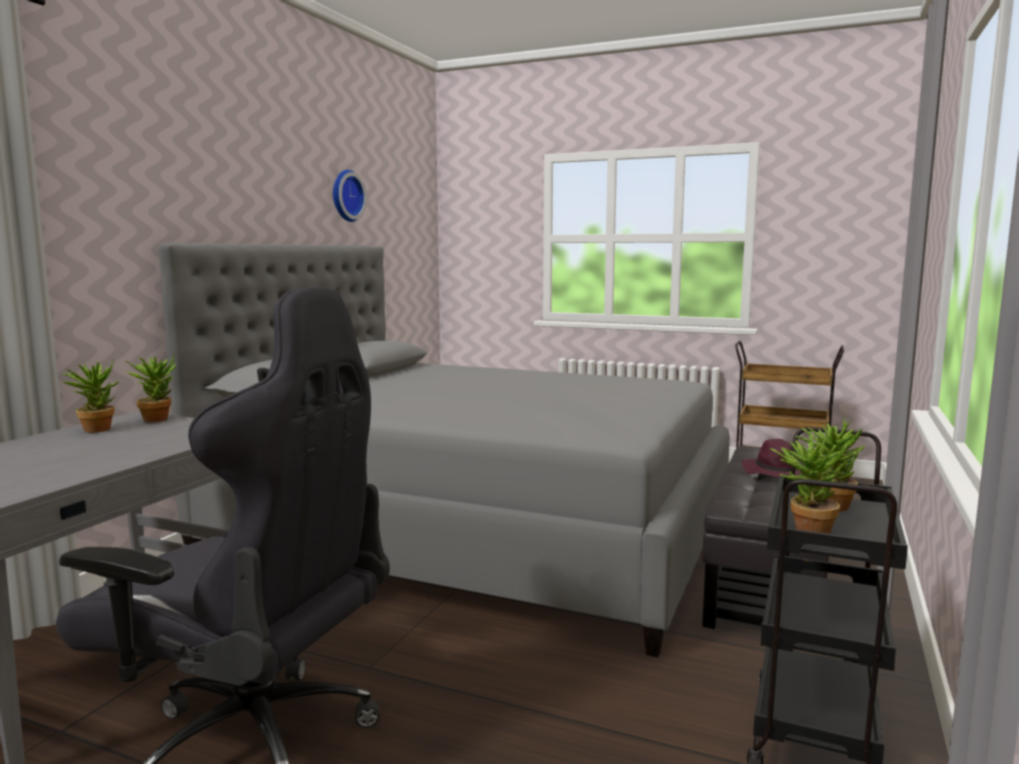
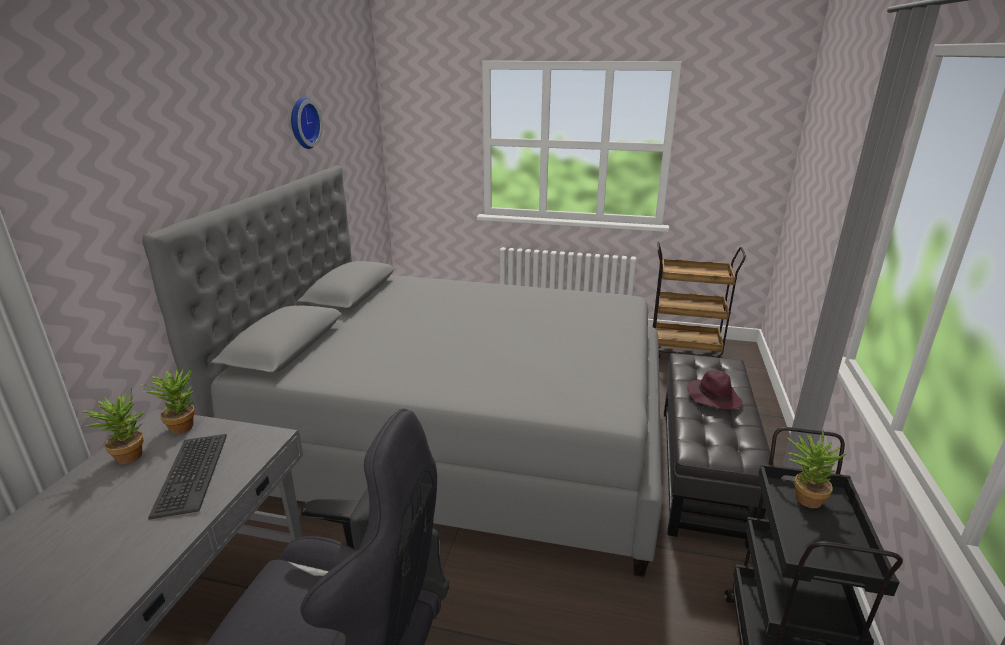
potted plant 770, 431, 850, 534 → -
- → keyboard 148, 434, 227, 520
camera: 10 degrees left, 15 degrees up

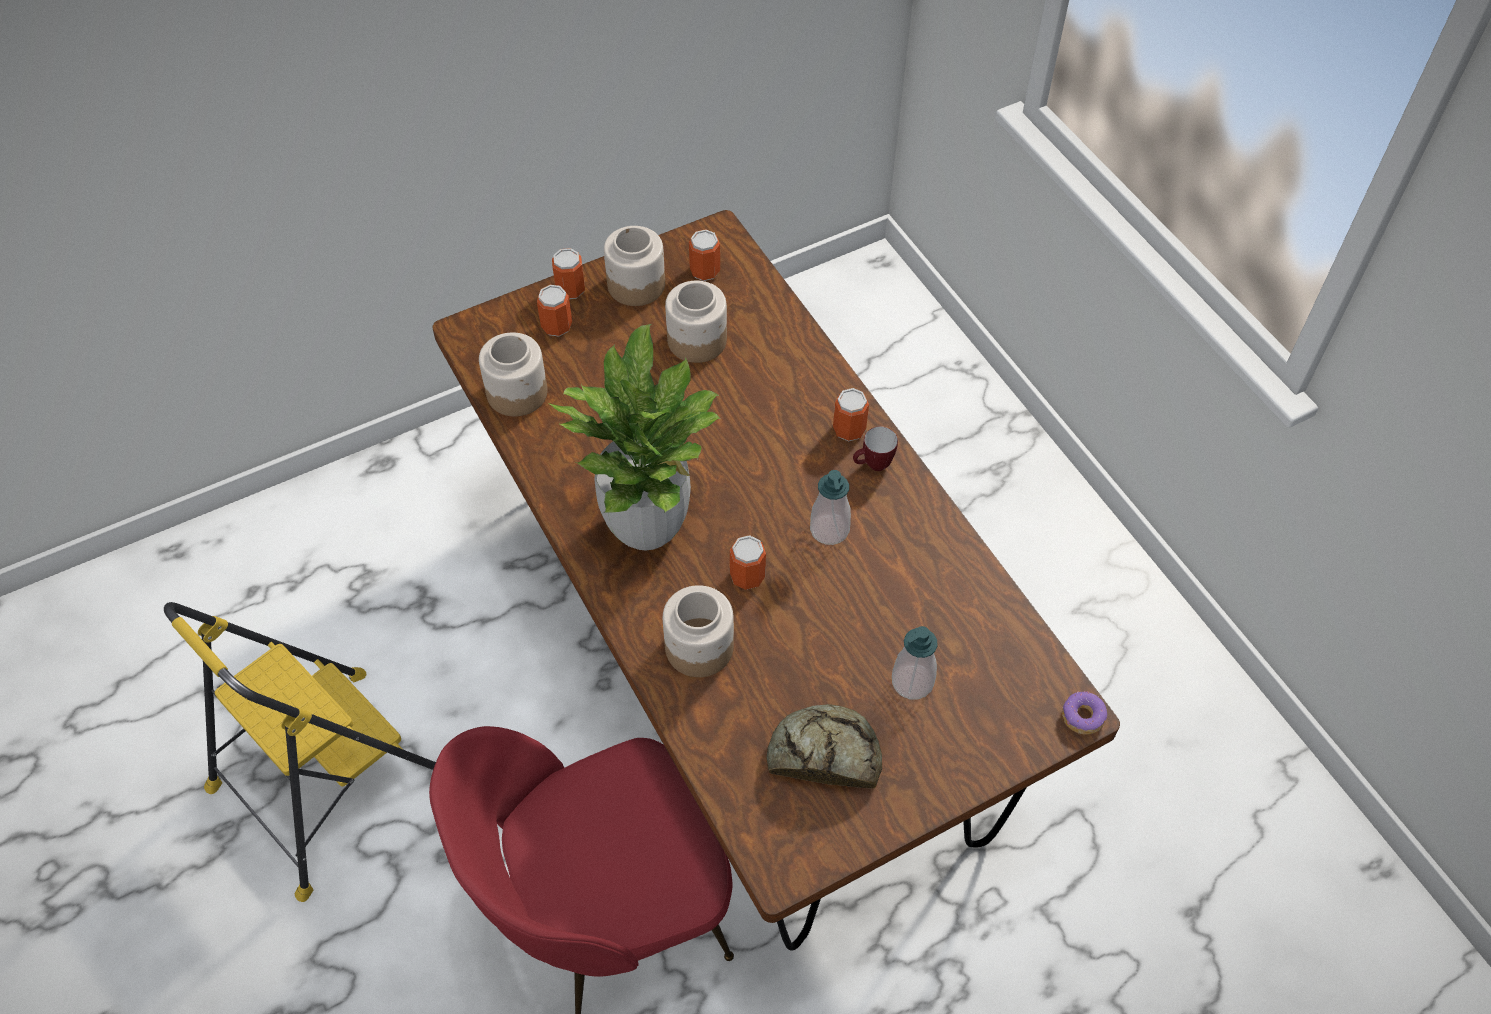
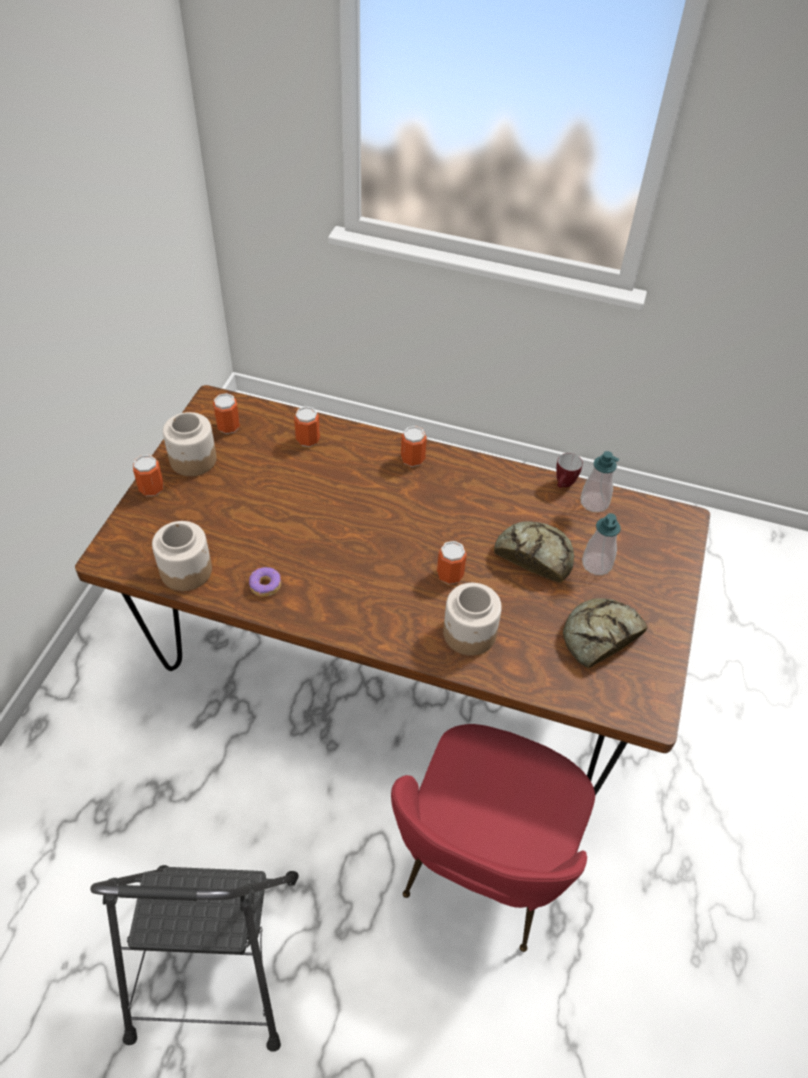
yellow step ladder 164, 602, 436, 902 → black step ladder 90, 865, 299, 1052
can 537, 285, 572, 337 → can 294, 406, 320, 447, shifted
potted plant 549, 324, 720, 551 → -
jar 665, 281, 727, 363 → -
soap dispenser 810, 470, 851, 545 → soap dispenser 581, 451, 619, 512, shifted
mug 853, 427, 898, 471 → mug 556, 453, 583, 488, shifted
donut 1062, 691, 1107, 735 → donut 249, 567, 281, 597, shifted
- → bread 494, 521, 574, 583
camera: 45 degrees left, 5 degrees down

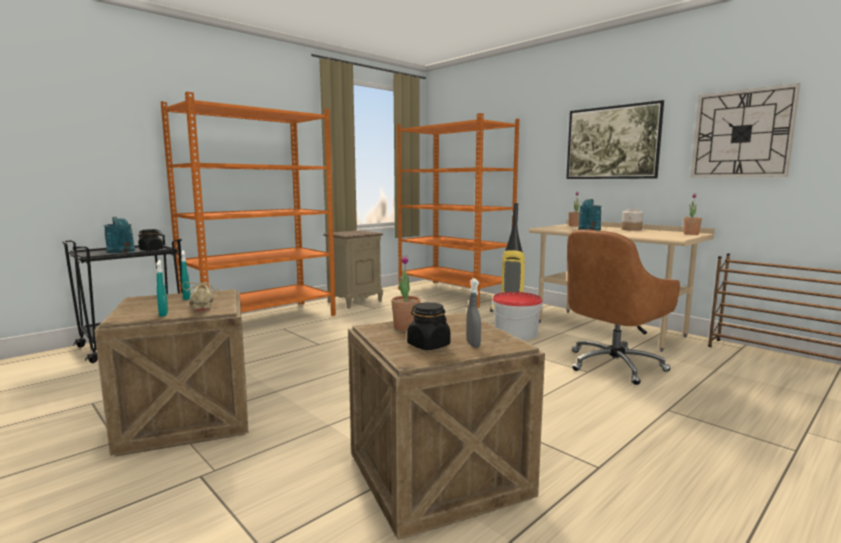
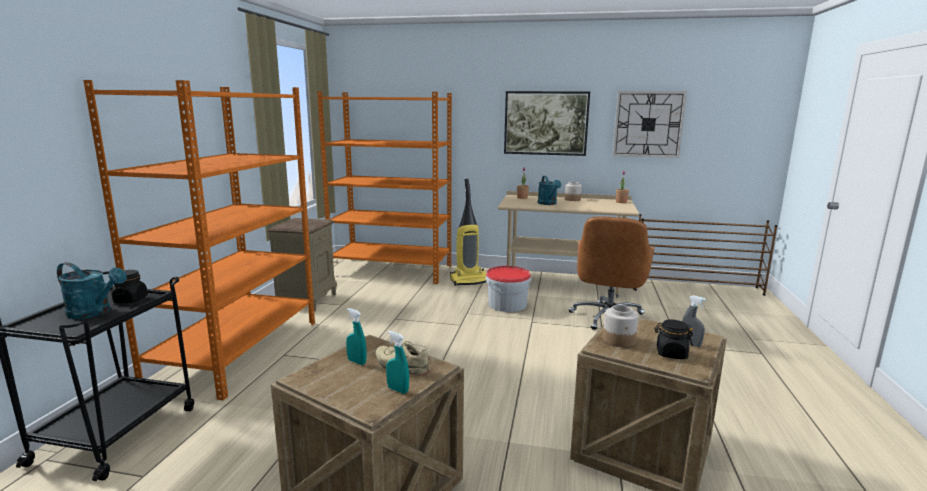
potted plant 391, 255, 421, 331 → jar 603, 305, 638, 347
camera: 35 degrees left, 5 degrees up

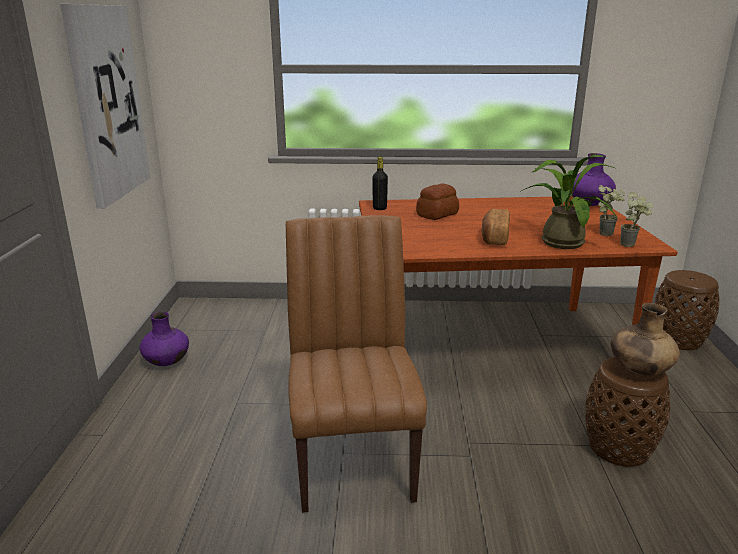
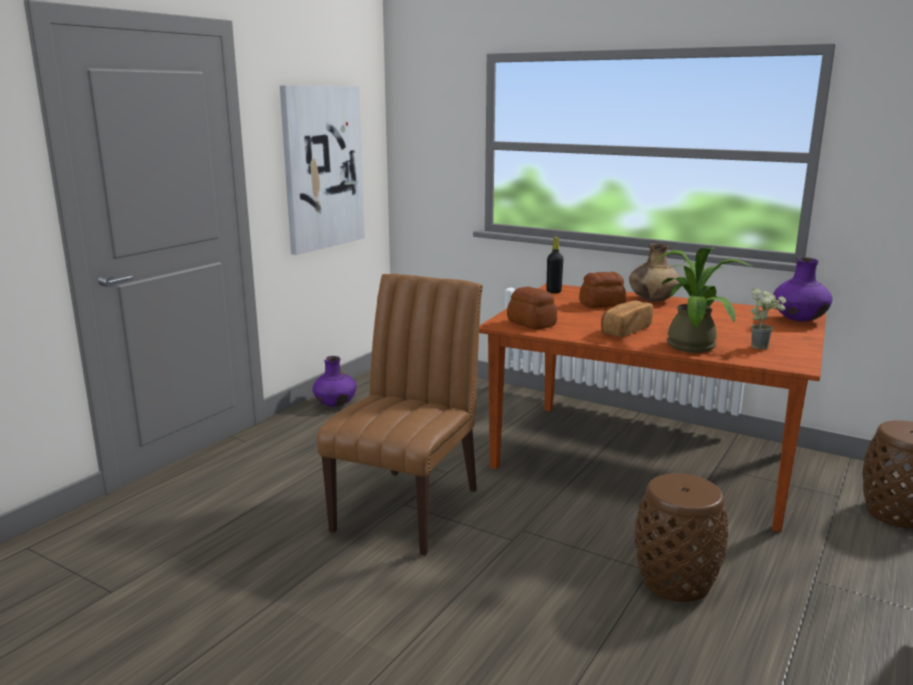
brown vase 611, 303, 680, 376 → brown vase 629, 243, 680, 302, shifted
potted plant 620, 192, 653, 247 → -
- → bread 507, 287, 557, 329
camera: 30 degrees right, 5 degrees down

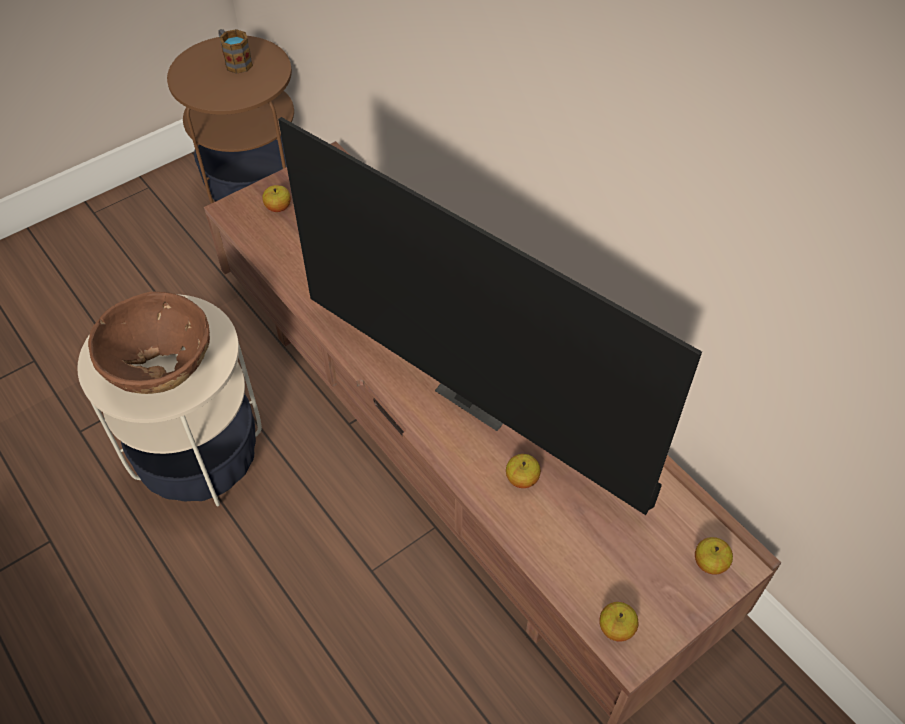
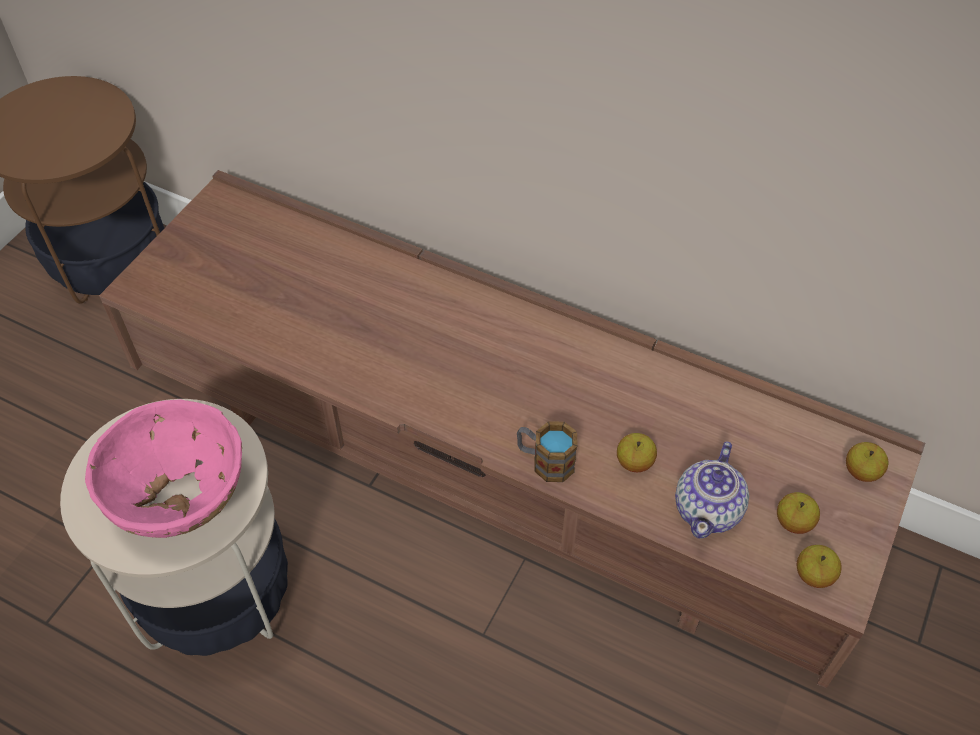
brown bowl 88, 292, 210, 394 → pink bowl 85, 399, 242, 538
mug 218, 29, 253, 74 → mug 517, 421, 578, 482, shifted
apple 262, 185, 291, 212 → apple 777, 492, 820, 534, shifted
television 278, 117, 702, 515 → -
- → teapot 675, 442, 749, 538
camera: 25 degrees left, 0 degrees up

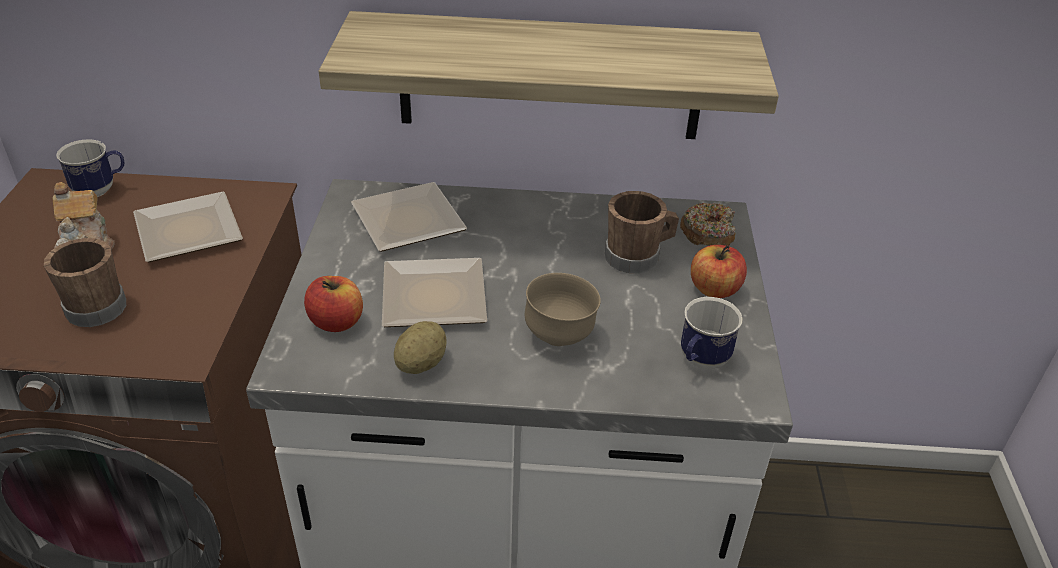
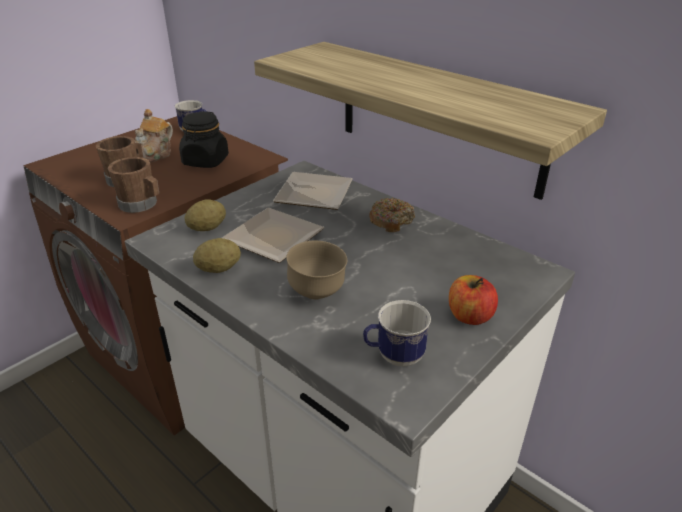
plate 133, 192, 243, 262 → black jar 179, 111, 229, 168
apple 304, 276, 363, 332 → potato 185, 199, 226, 231
brown mug 605, 191, 679, 273 → brown mug 108, 157, 159, 213, shifted
donut 680, 203, 736, 246 → donut 369, 198, 415, 232, shifted
camera: 40 degrees right, 5 degrees down

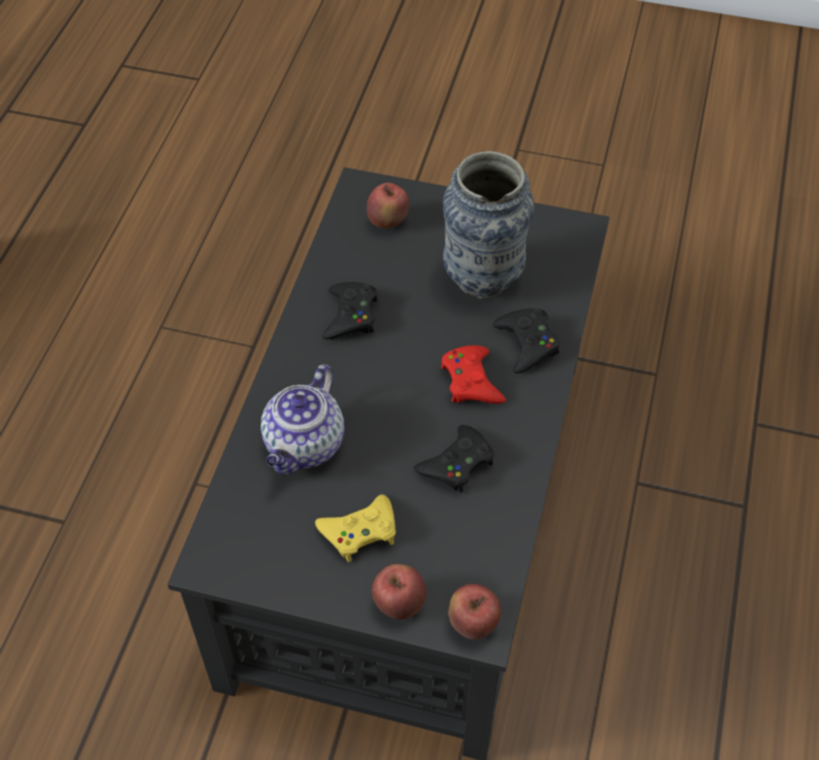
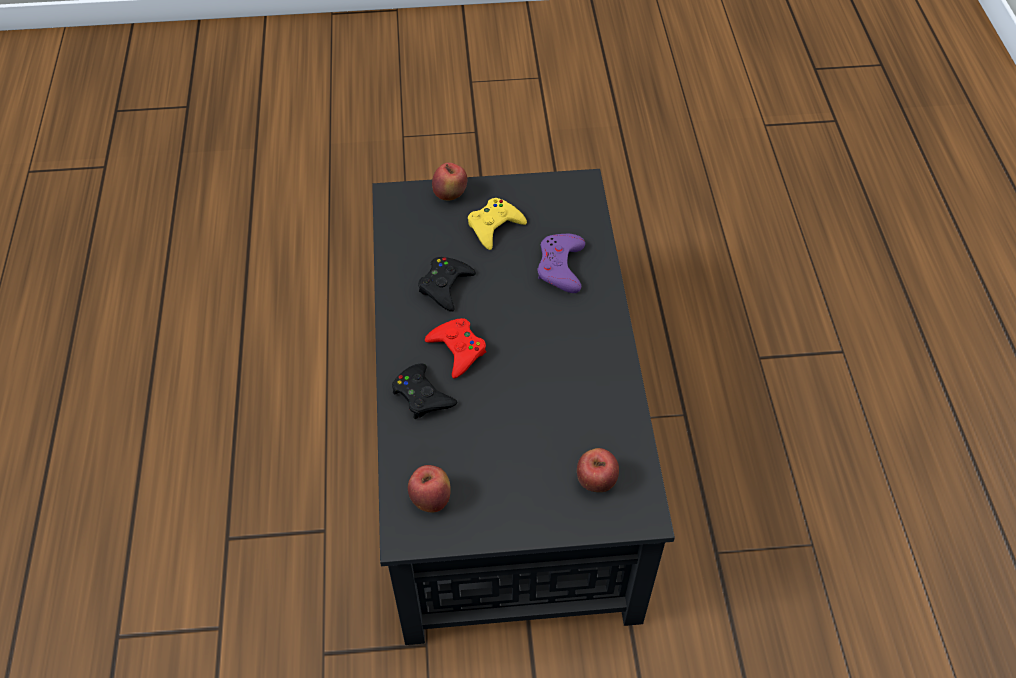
teapot 261, 364, 344, 474 → purple game controller 538, 234, 585, 293
black game controller 322, 282, 377, 339 → -
vase 443, 151, 534, 298 → -
apple 448, 584, 501, 640 → apple 408, 465, 451, 513, shifted
camera: 160 degrees right, 0 degrees up

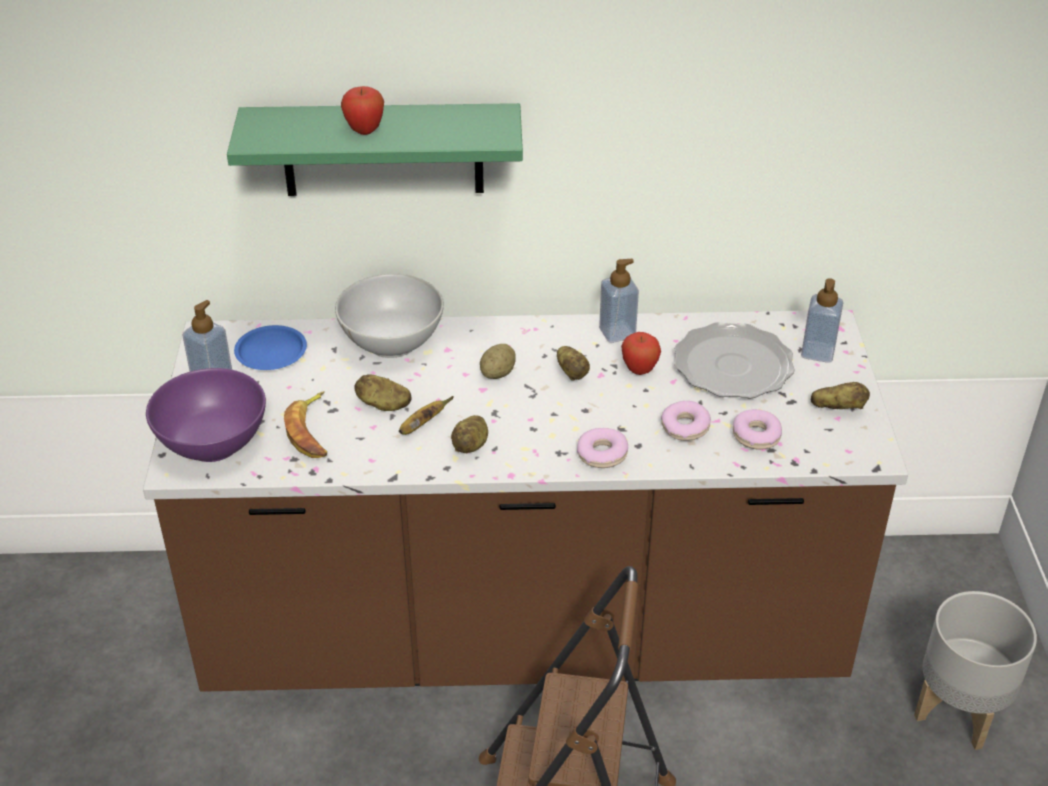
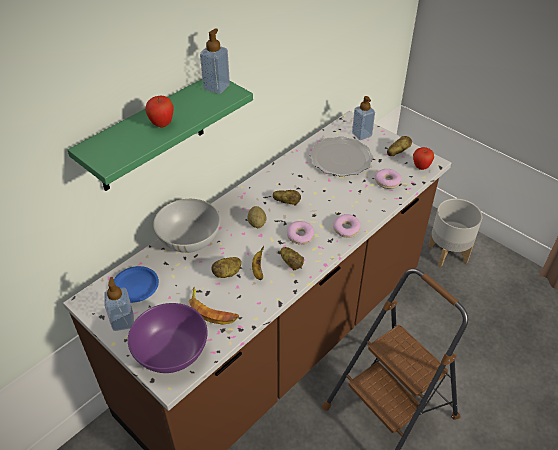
soap dispenser 599, 259, 639, 343 → soap dispenser 200, 28, 230, 94, shifted
apple 621, 332, 661, 375 → apple 413, 147, 434, 170, shifted
donut 661, 401, 711, 441 → donut 287, 221, 314, 245, shifted
camera: 45 degrees left, 5 degrees up

